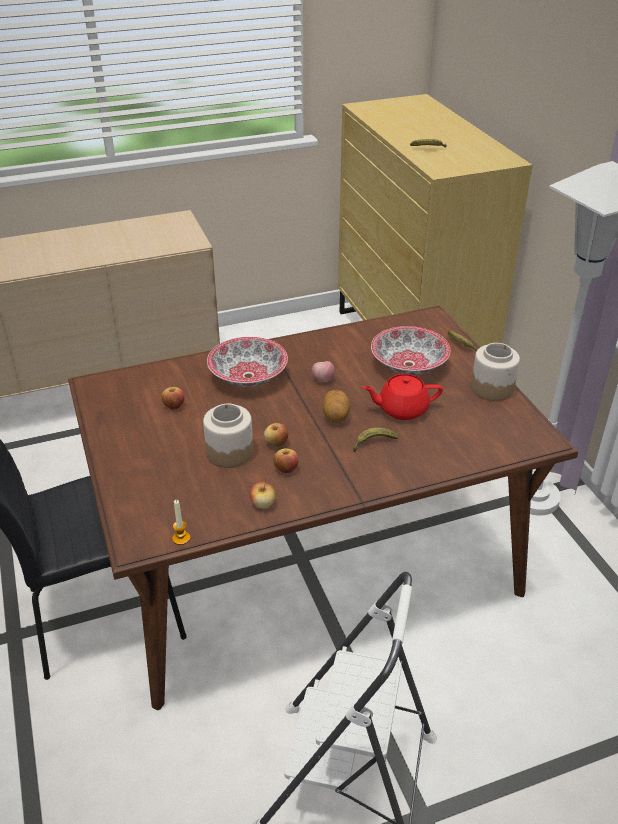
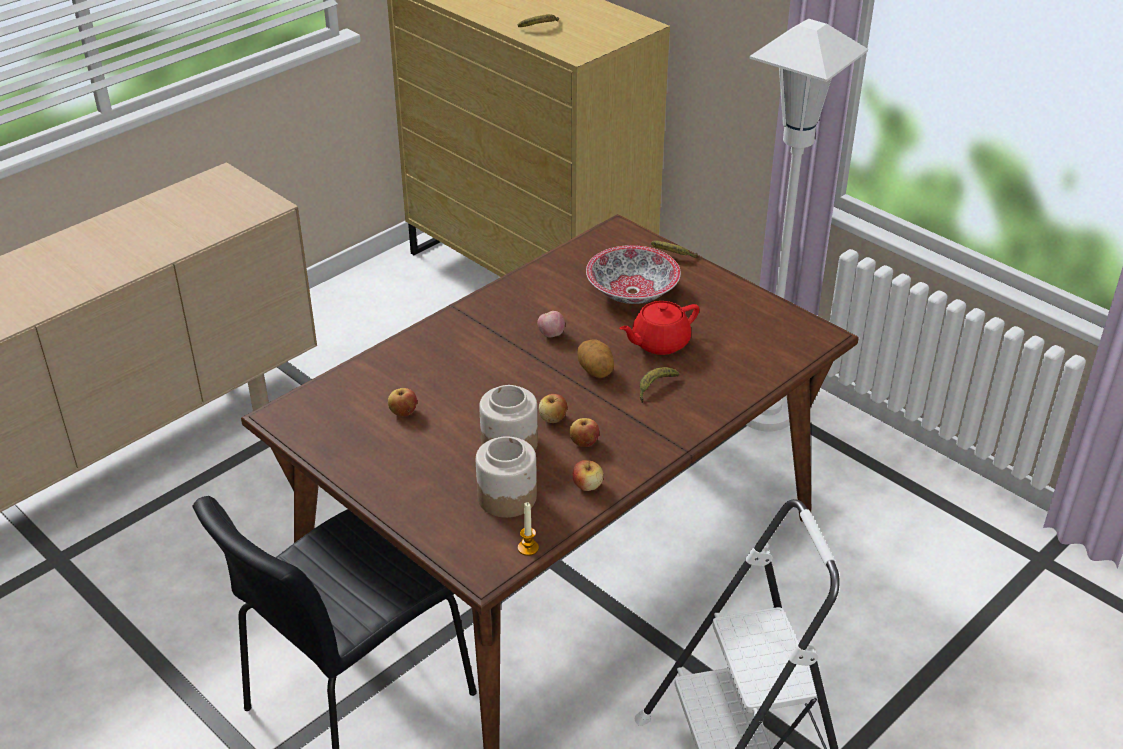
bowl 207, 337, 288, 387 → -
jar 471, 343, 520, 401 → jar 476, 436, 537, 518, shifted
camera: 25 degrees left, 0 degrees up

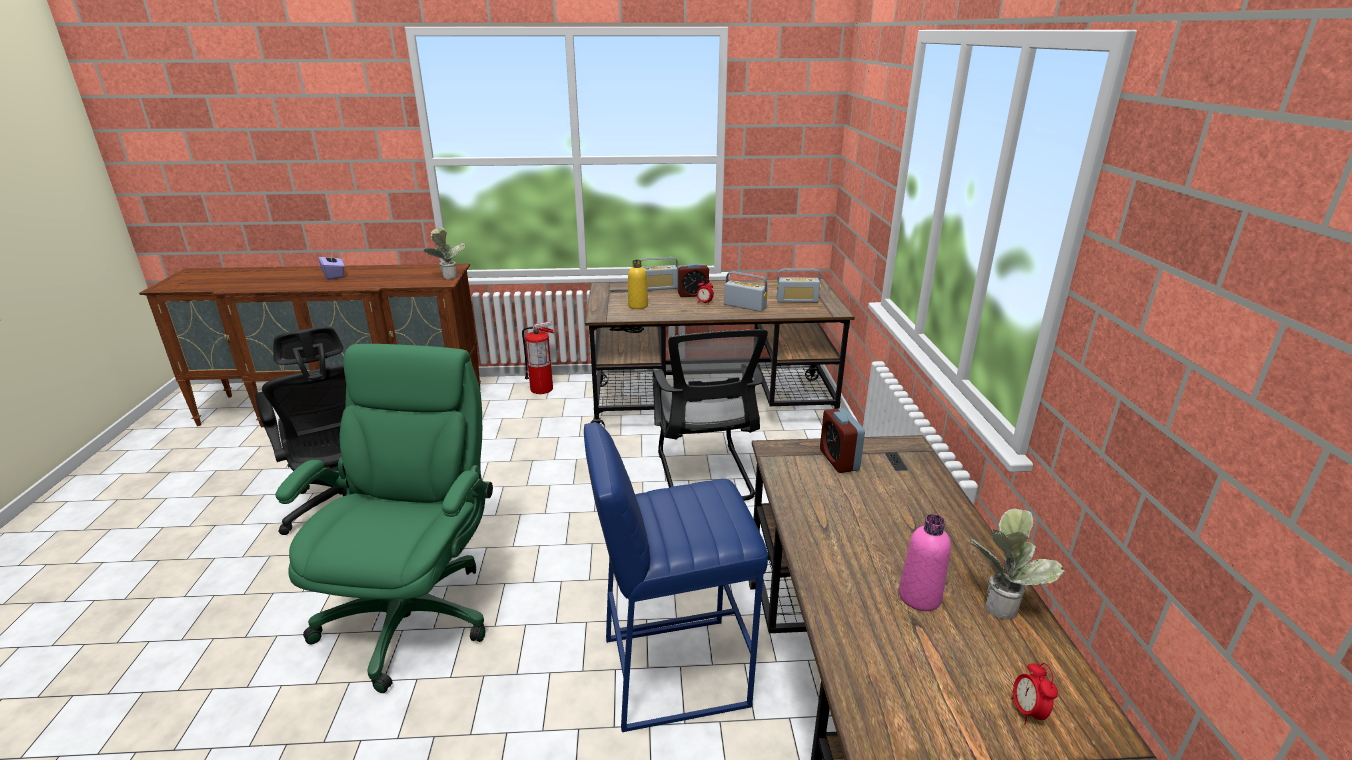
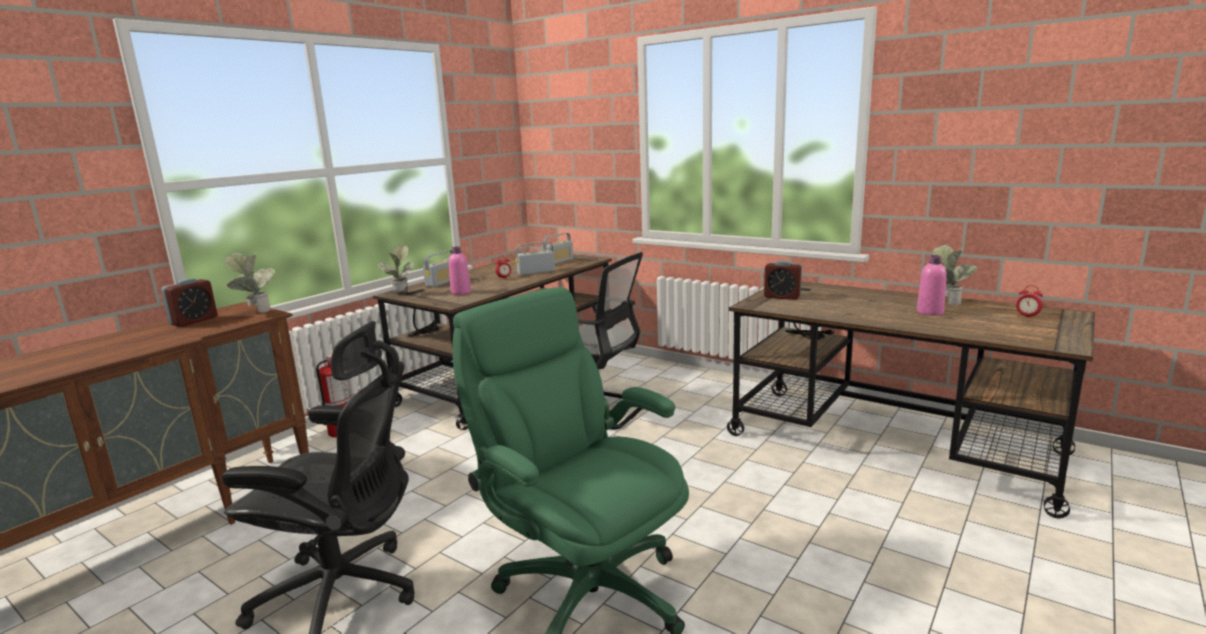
purple tissue box 318, 251, 344, 280 → -
blue stool 584, 422, 768, 732 → -
yellow bottle 628, 260, 648, 309 → pink bottle 449, 247, 471, 295
alarm clock 678, 263, 709, 297 → alarm clock 161, 278, 217, 327, shifted
- → potted plant 378, 244, 414, 293
camera: 50 degrees left, 10 degrees down

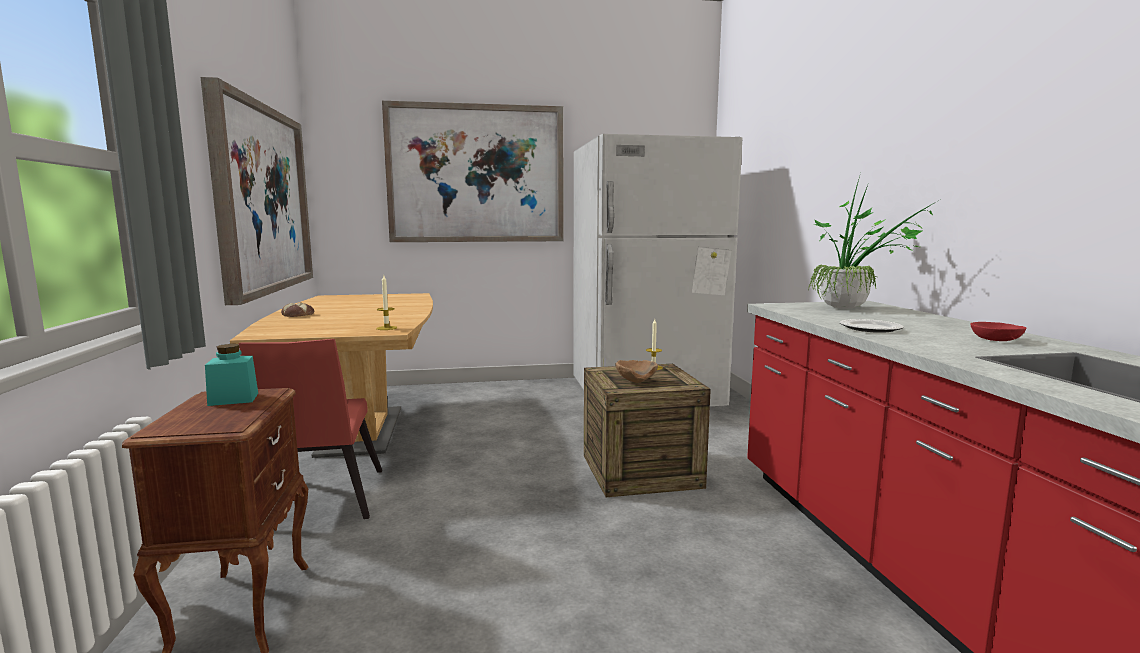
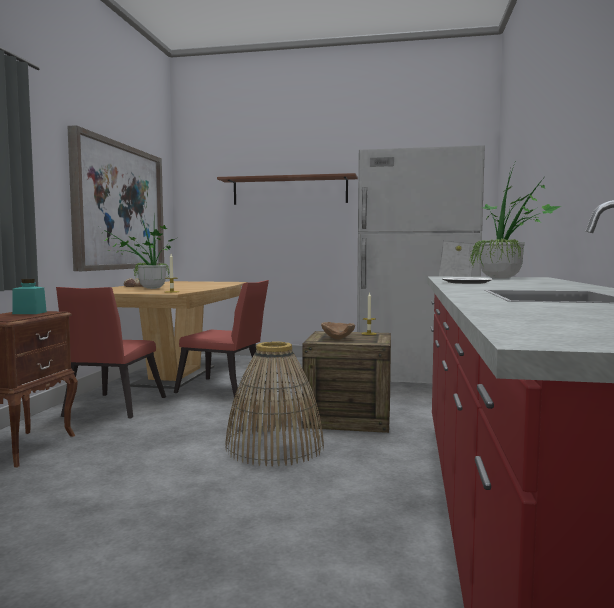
picture 382, 101, 564, 242 → brown shelf 217, 173, 358, 205
red bowl 970, 322, 1027, 341 → -
- → potted plant 101, 215, 178, 289
- → red chair 174, 280, 269, 399
- → basket 225, 342, 324, 467
camera: 20 degrees right, 5 degrees down

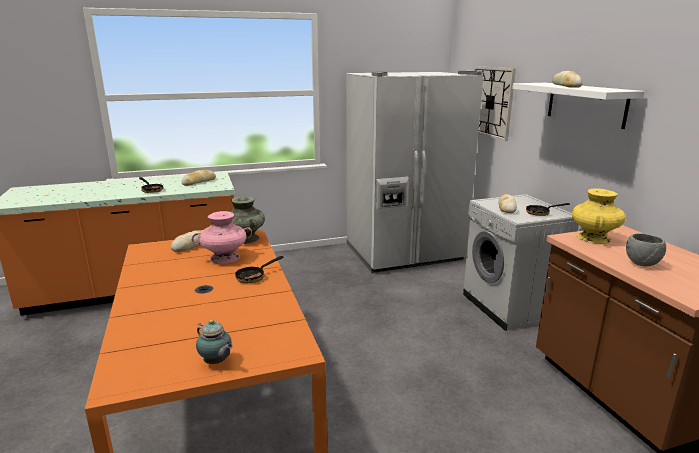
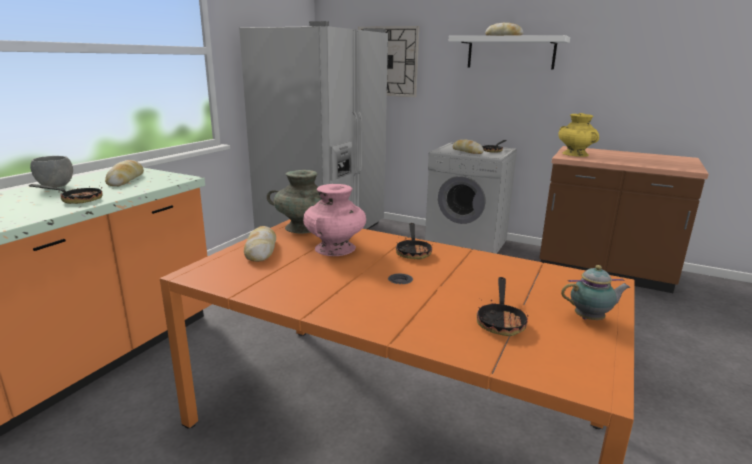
grey bowl 626, 233, 666, 267 → grey bowl 30, 156, 73, 188, shifted
- → frying pan 476, 277, 529, 336
camera: 45 degrees left, 0 degrees up

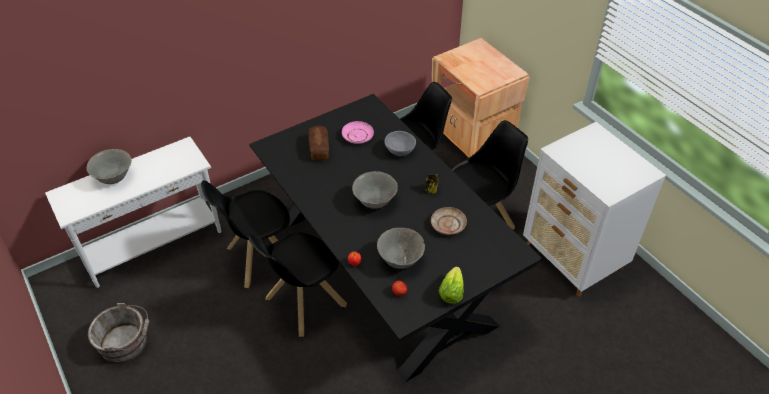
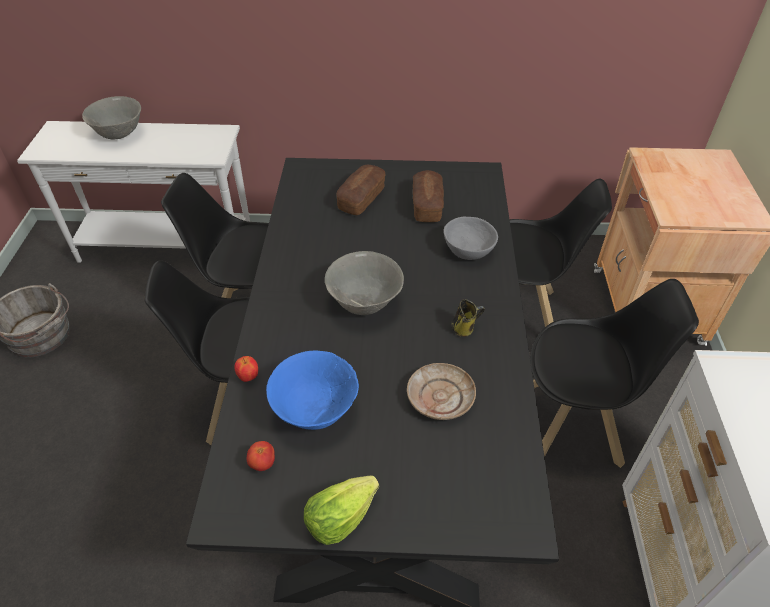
pink plate 342, 121, 374, 144 → bread 413, 170, 444, 222
grey bowl 377, 228, 425, 269 → blue bowl 266, 351, 359, 430
camera: 35 degrees right, 0 degrees up

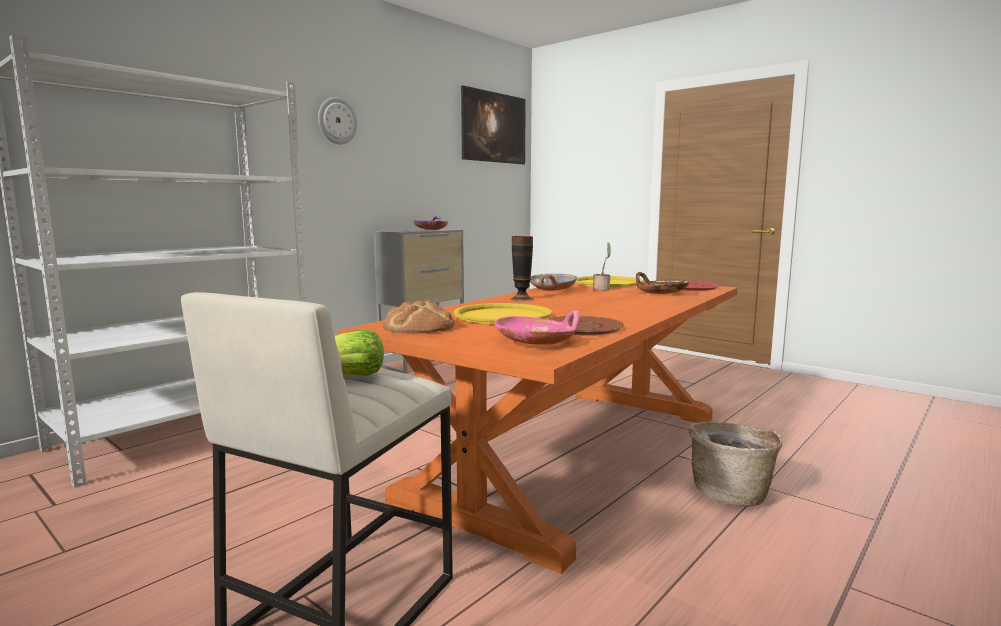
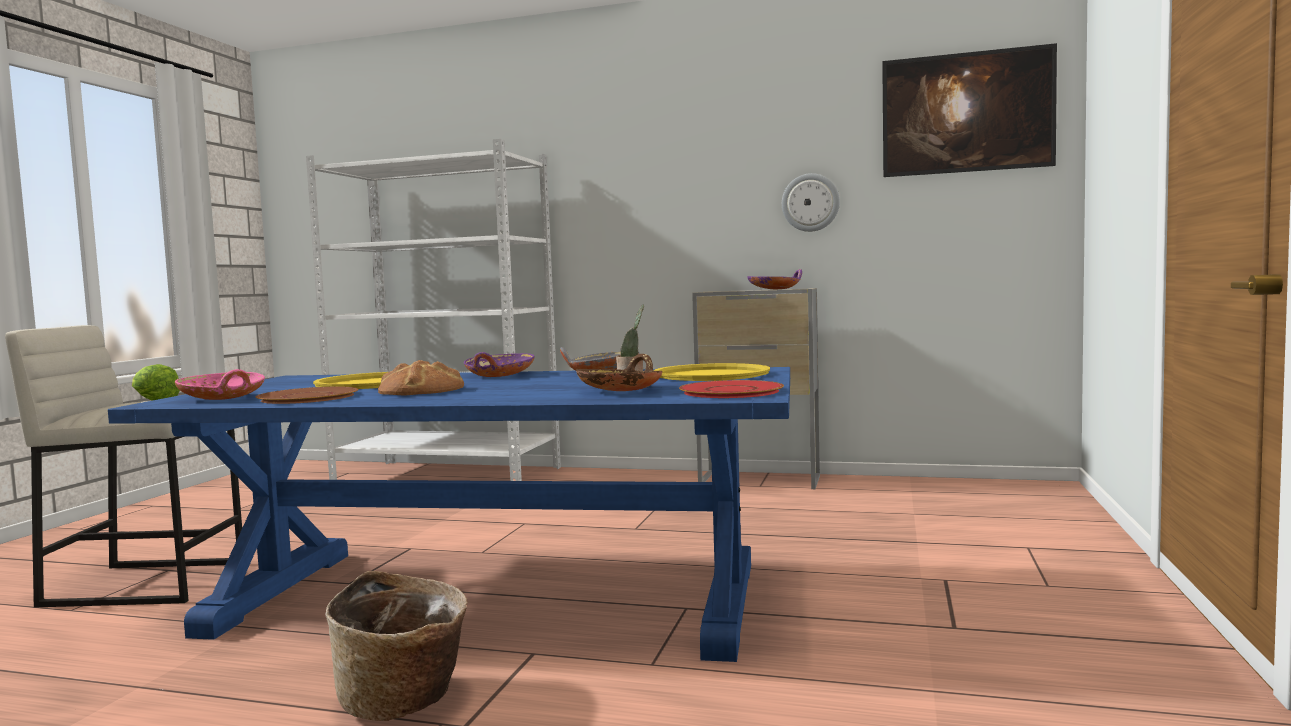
wall clock 318, 97, 357, 144 → wall clock 782, 173, 840, 232, shifted
orange dining table 337, 280, 738, 574 → blue dining table 108, 367, 790, 662
bread 383, 300, 455, 334 → bread 378, 360, 464, 395, shifted
vase 510, 236, 534, 301 → purple bowl 464, 352, 535, 377
camera: 65 degrees right, 5 degrees down

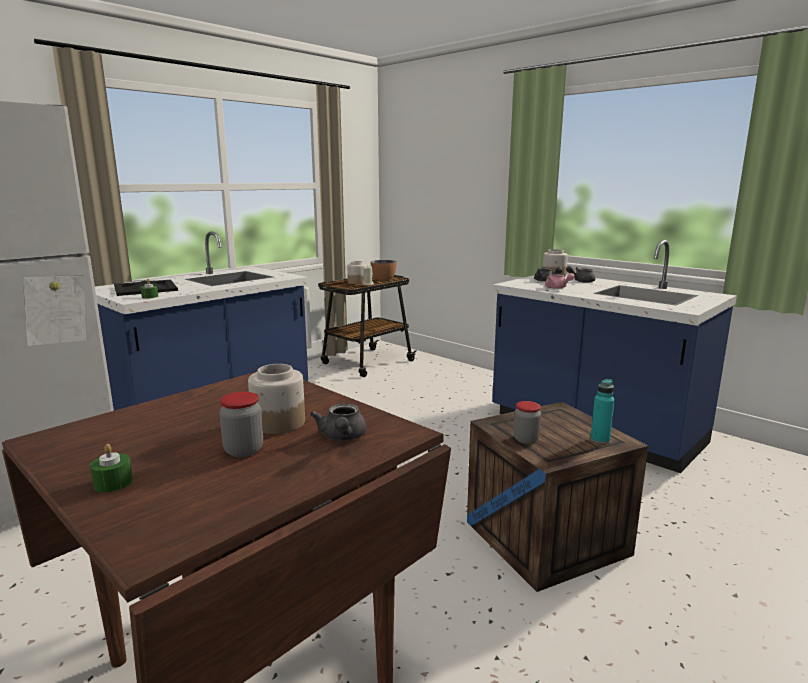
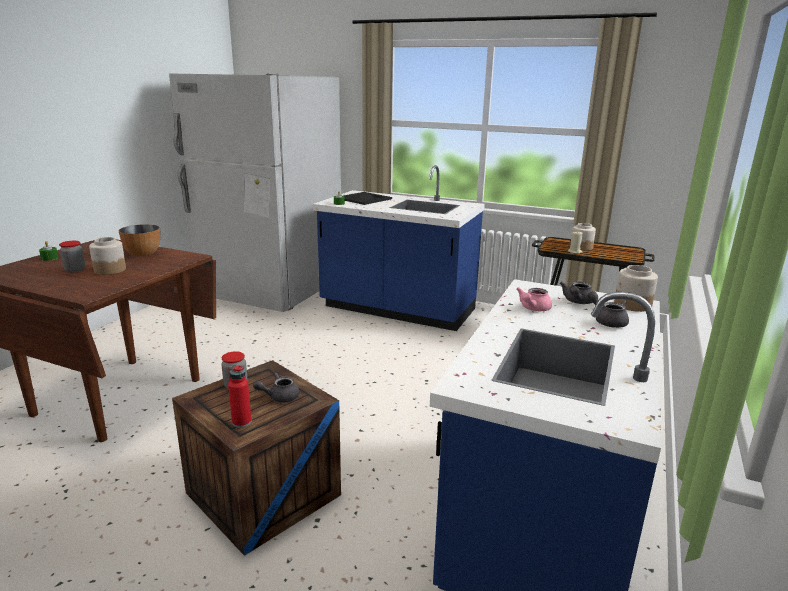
grey teapot 310, 403, 367, 441 → grey teapot 253, 373, 300, 403, shifted
bowl 371, 260, 397, 281 → bowl 118, 224, 160, 257, shifted
turquoise bottle 590, 379, 615, 444 → red bottle 228, 365, 251, 428
camera: 70 degrees right, 5 degrees up

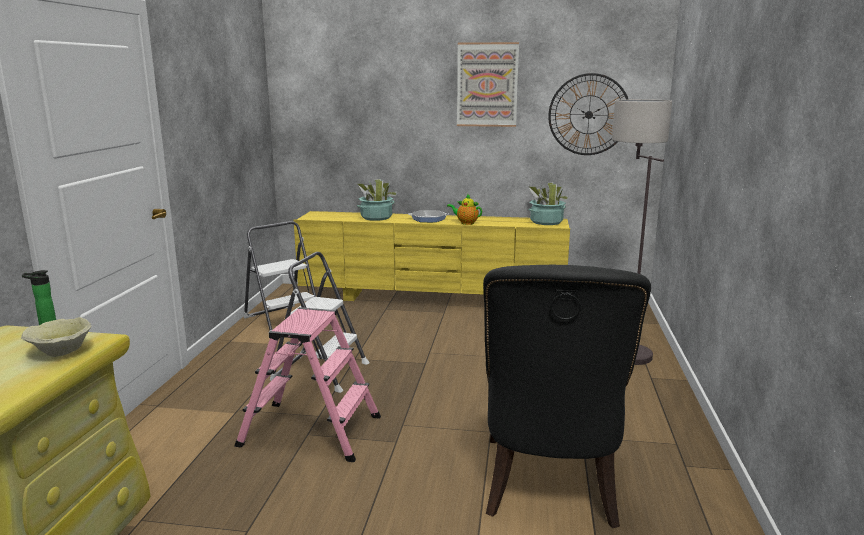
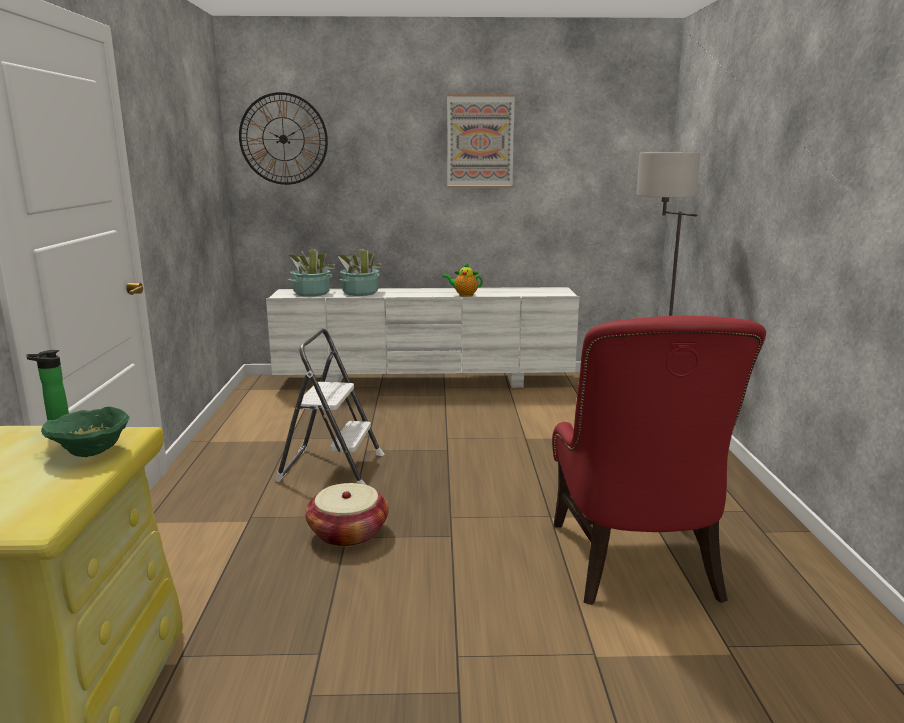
beige bowl 21, 317, 91, 357 → green bowl 41, 406, 130, 457
pink step ladder 234, 307, 381, 462 → basket 305, 483, 389, 547
white step ladder 244, 221, 316, 332 → -
yellow cabinet 294, 211, 570, 301 → white cabinet 266, 287, 579, 388
frying pan 409, 210, 449, 222 → -
black chair 483, 265, 651, 528 → red chair 552, 315, 766, 605
potted plant 528, 182, 569, 225 → potted plant 288, 249, 335, 297, shifted
wall clock 548, 73, 628, 155 → wall clock 239, 92, 328, 185, shifted
camera: 10 degrees left, 0 degrees up

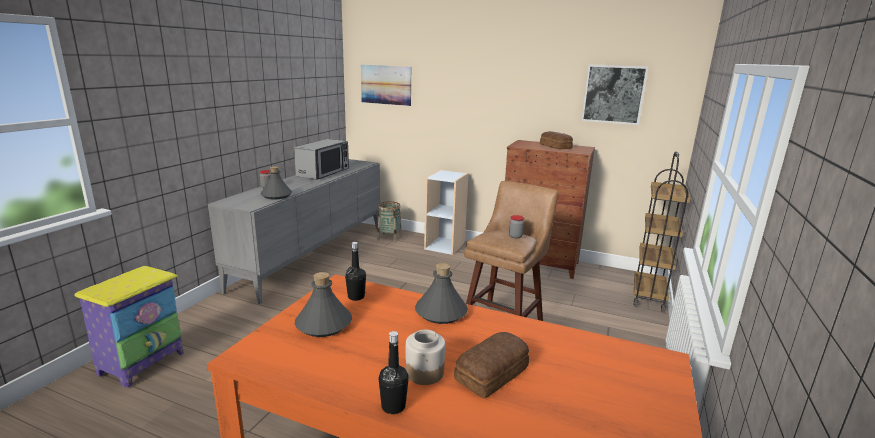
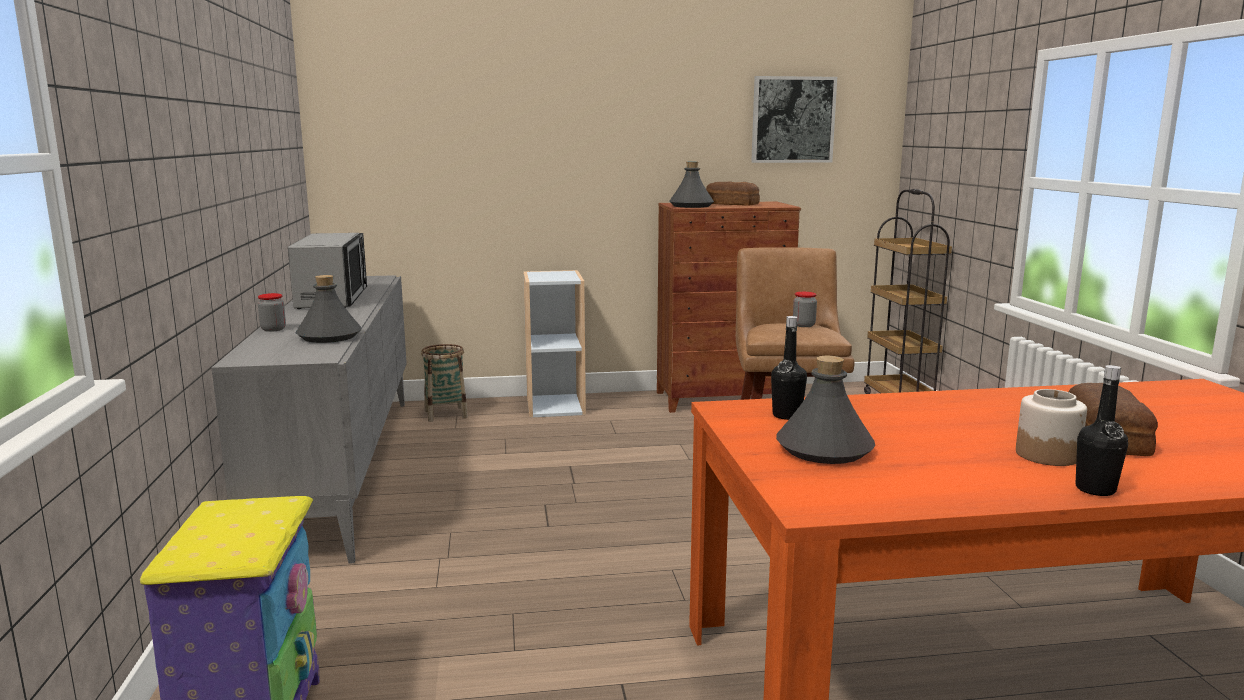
picture 361, 65, 411, 106 → -
grey bottle 415, 263, 468, 324 → grey bottle 670, 162, 714, 208, shifted
camera: 30 degrees left, 5 degrees down

